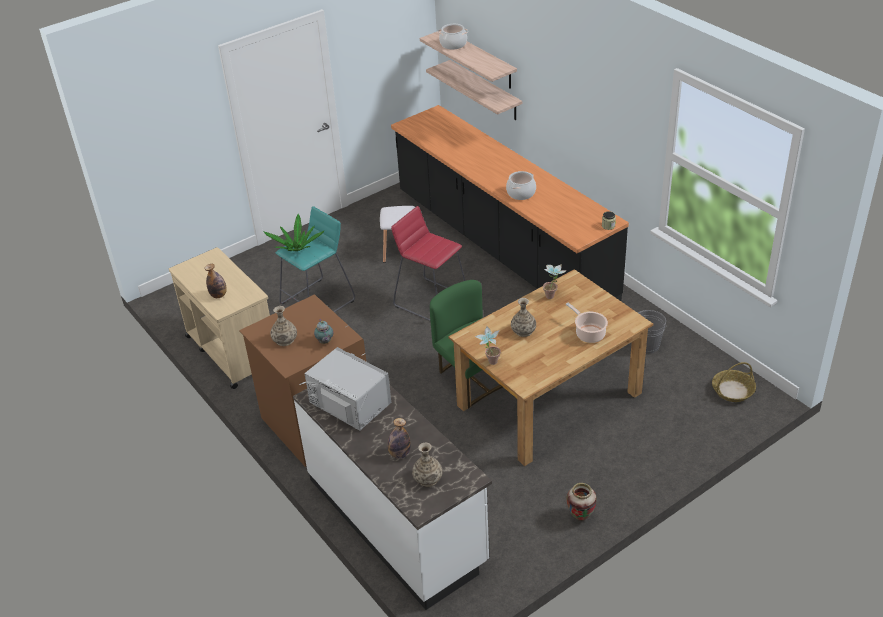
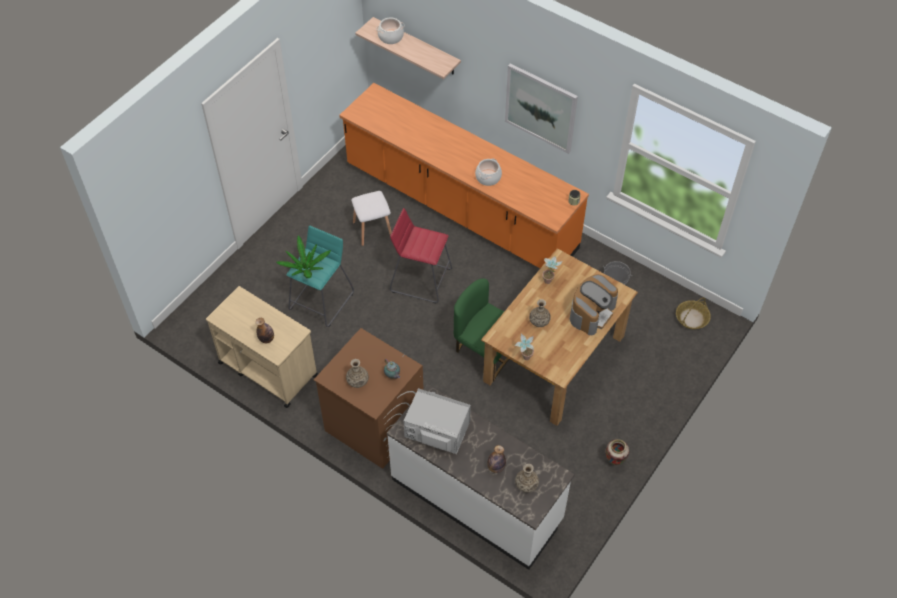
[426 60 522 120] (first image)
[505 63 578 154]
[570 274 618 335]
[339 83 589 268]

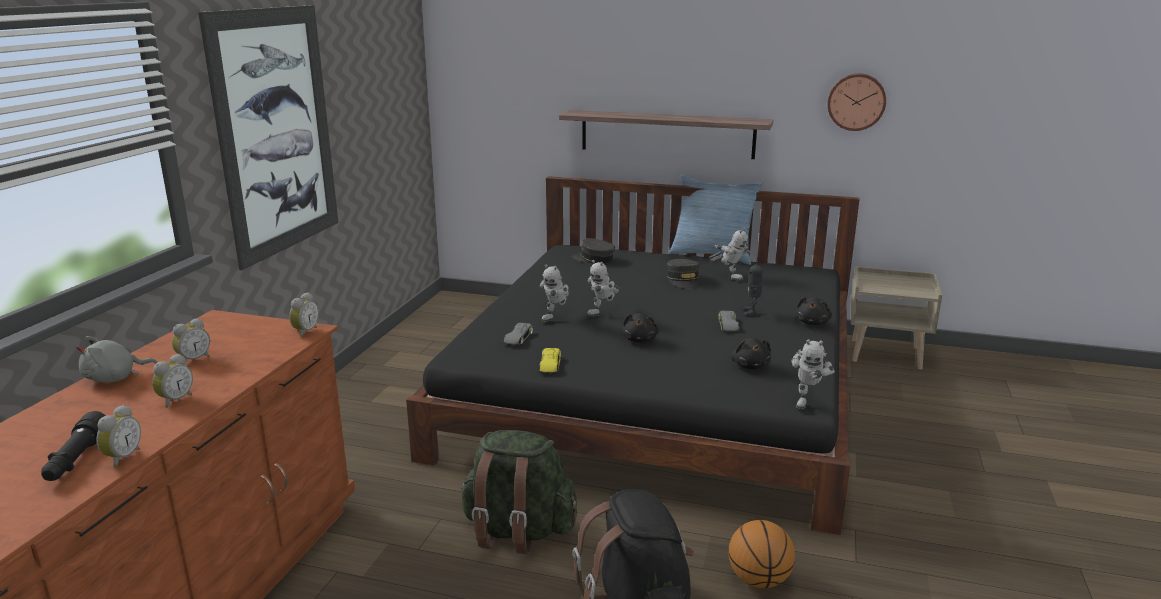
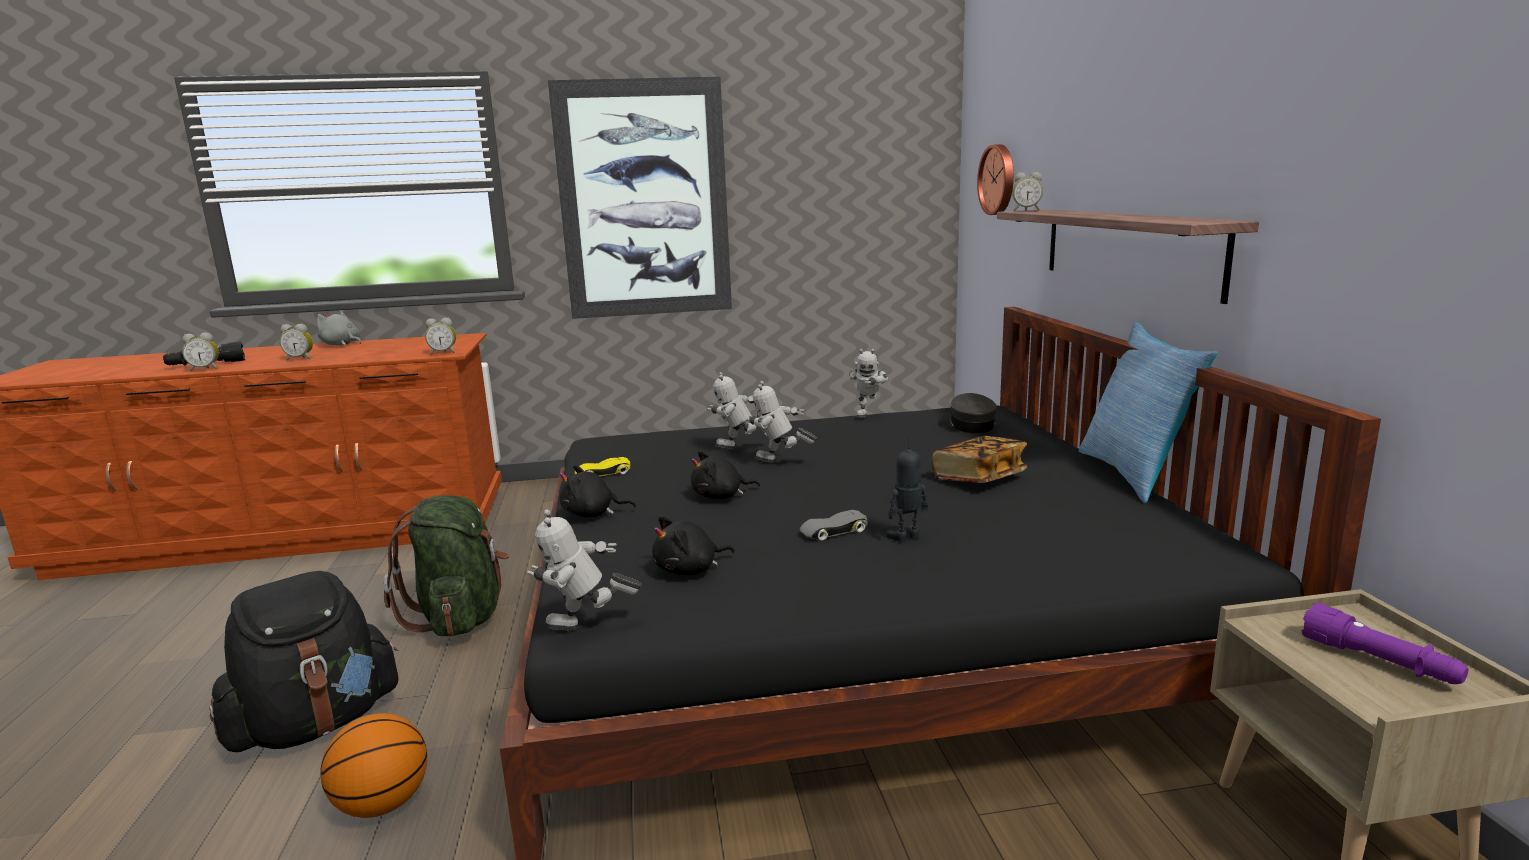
[504 323 533 345] (first image)
[1301 602 1468 684]
[1012 172 1043 211]
[849 349 889 418]
[560 465 636 517]
[977 144 1014 215]
[932 436 1028 483]

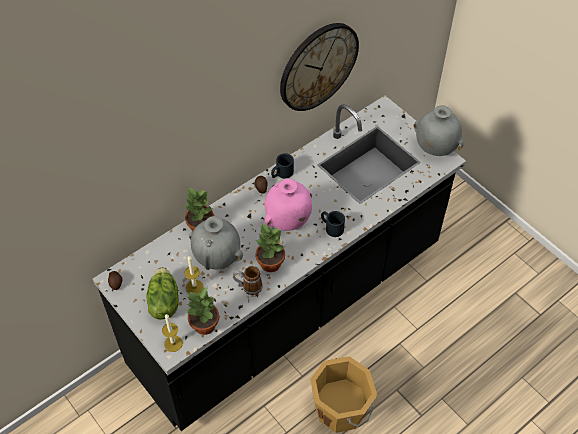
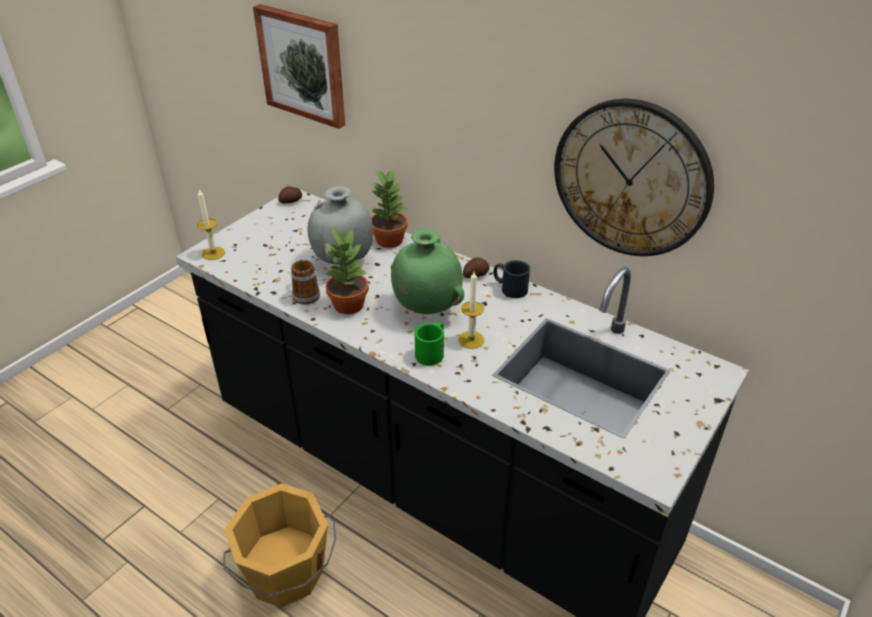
[146 267 178 319] (first image)
[185 288 219 335] (first image)
[413 105 464 156] (first image)
[253 4 345 129]
[458 272 484 349]
[391 229 464 314]
[414 322 444 366]

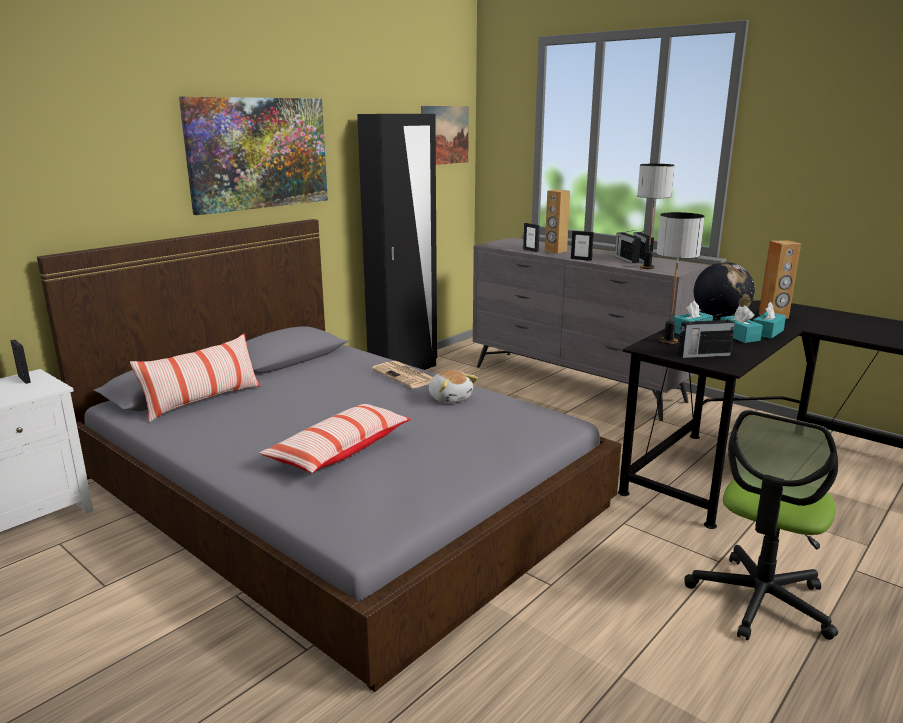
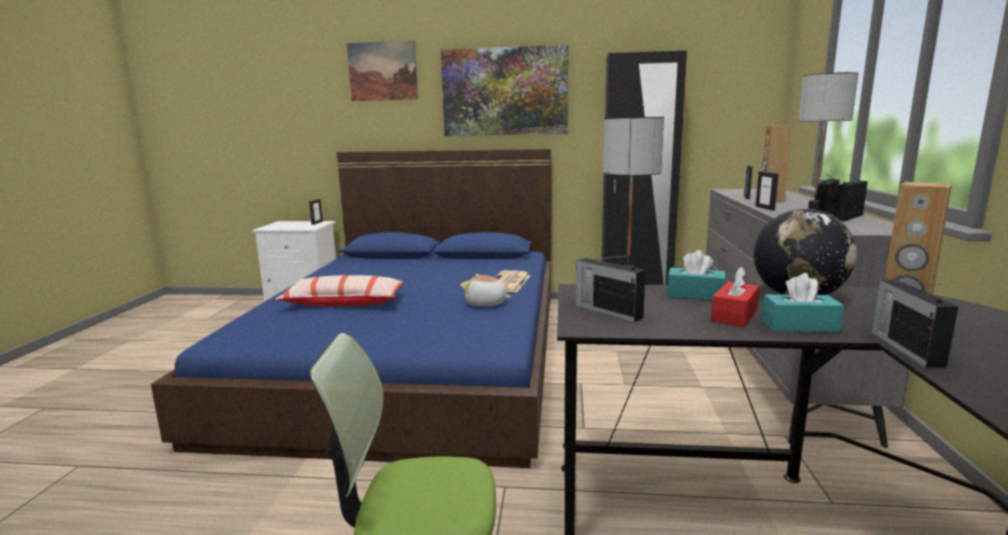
[130 334 261 422] (first image)
[872 280 958 368]
[347 41 418 101]
[151 149 551 468]
[711 266 759 327]
[460 274 511 306]

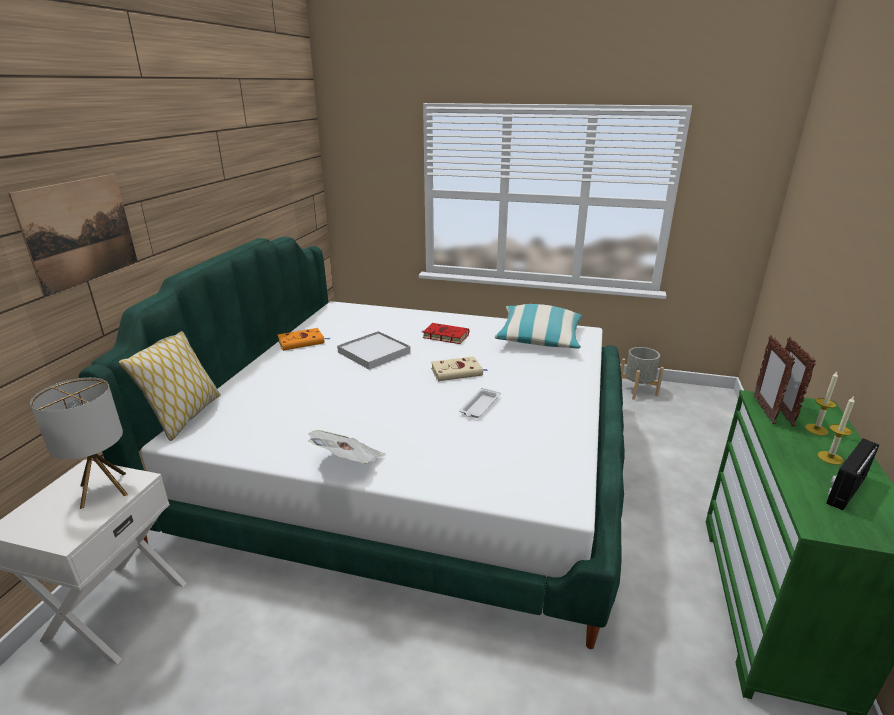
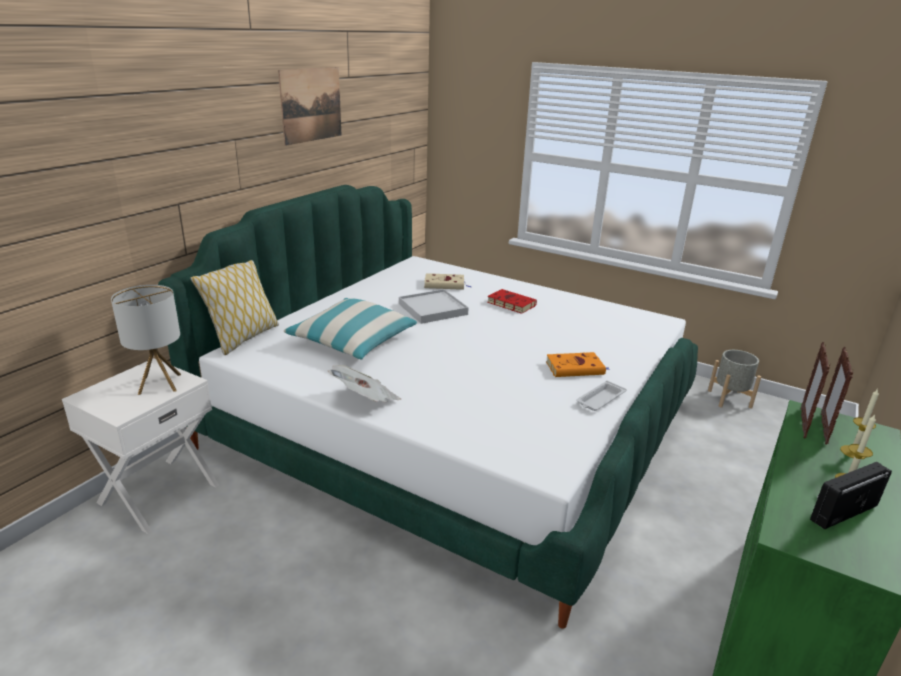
[278 67 342 146]
[546 352 609 377]
[424 273 471 290]
[576 381 627 411]
[284 298 417 359]

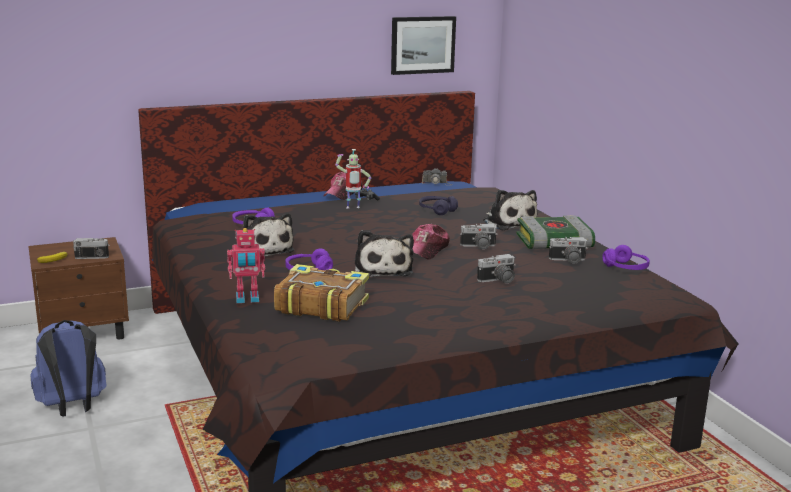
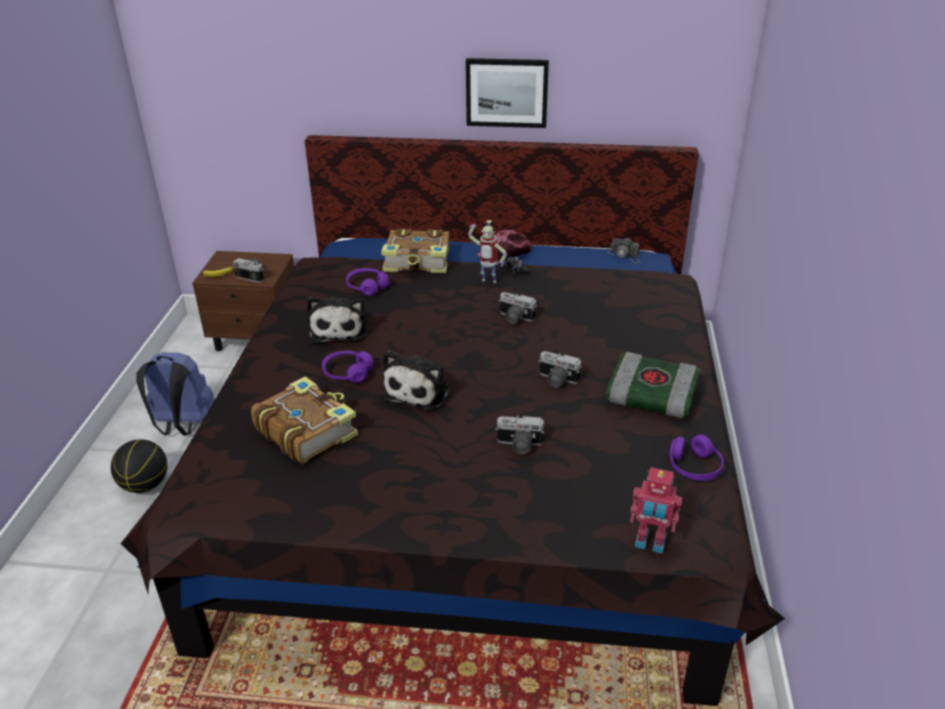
[412 224 450 260] (first image)
[419 196 458 215] (first image)
[484 190 538 230] (first image)
[111 439 167 493]
[381 228 449 273]
[630 467 682 554]
[466 58 549 128]
[499 292 536 324]

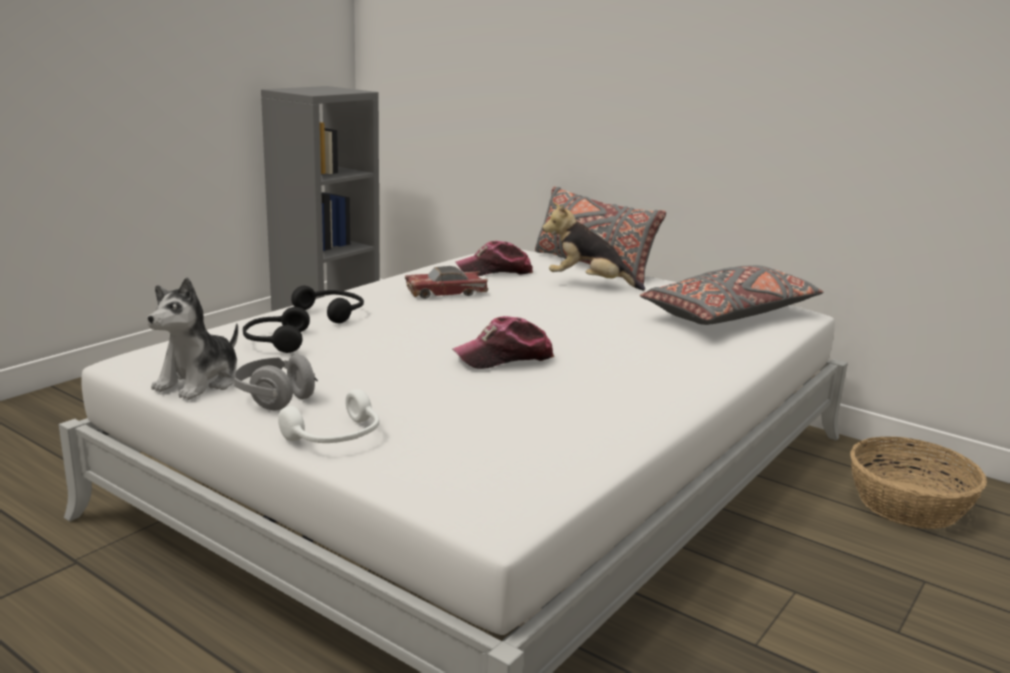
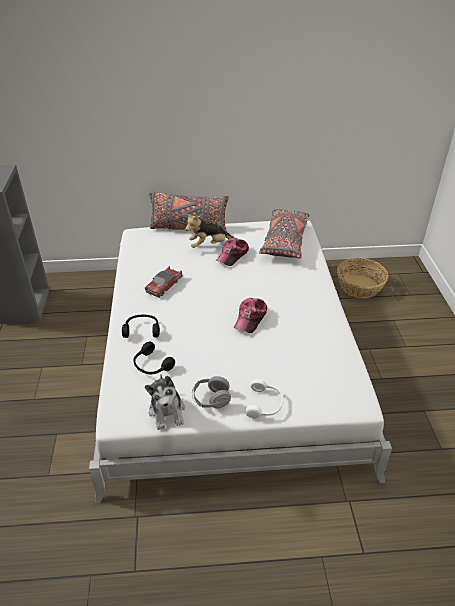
[216 238 249 266]

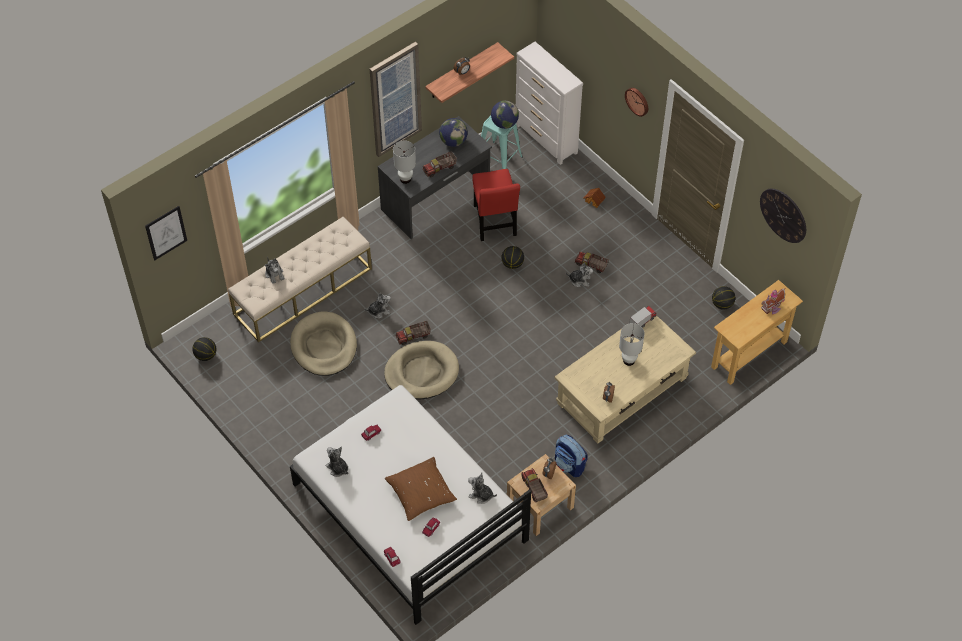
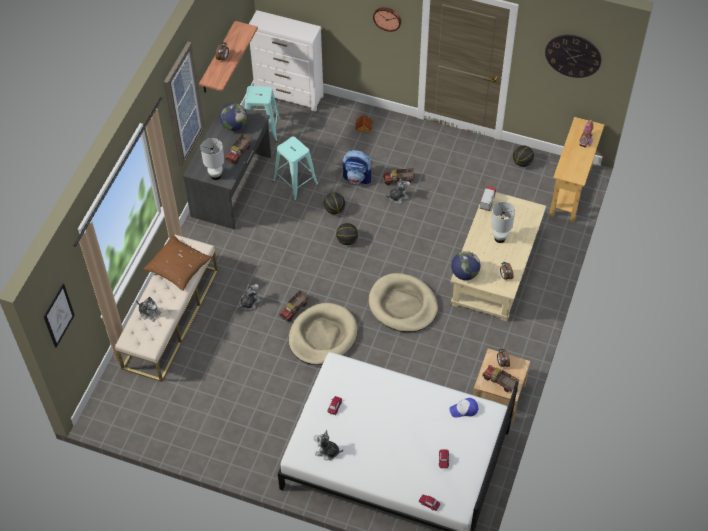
[336 223 358 245]
[369 273 438 332]
[144 235 212 291]
[451 251 481 280]
[343 150 373 184]
[449 398 478 418]
[273 136 319 201]

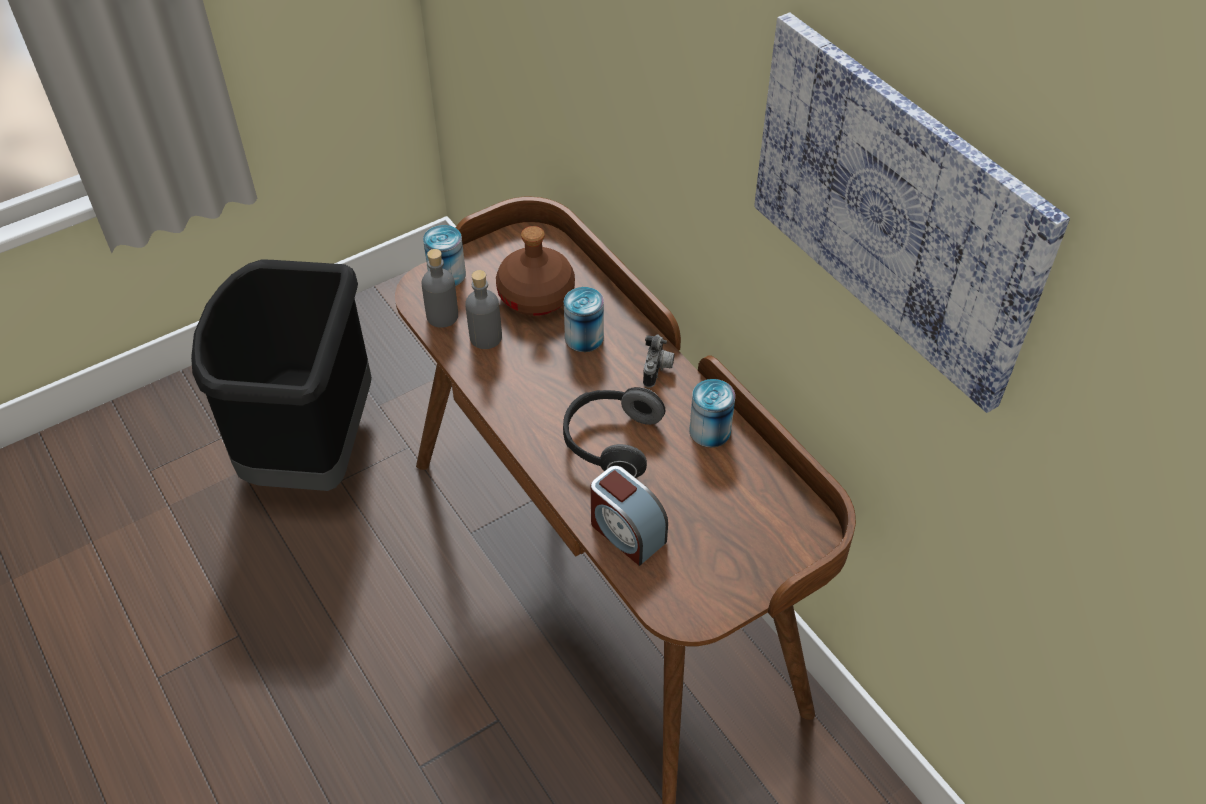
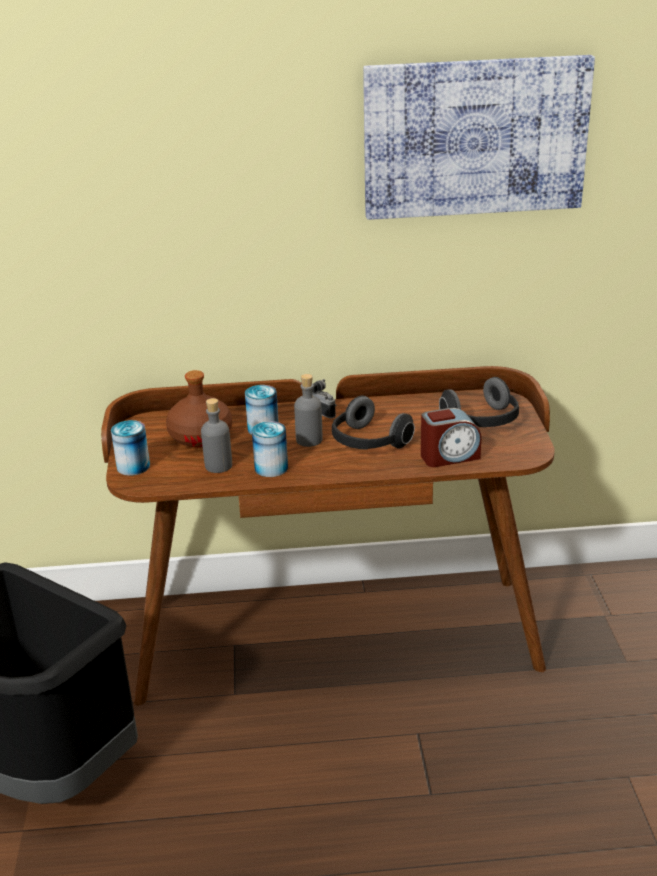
[439 377 519 427]
[294 374 322 447]
[252 421 288 477]

